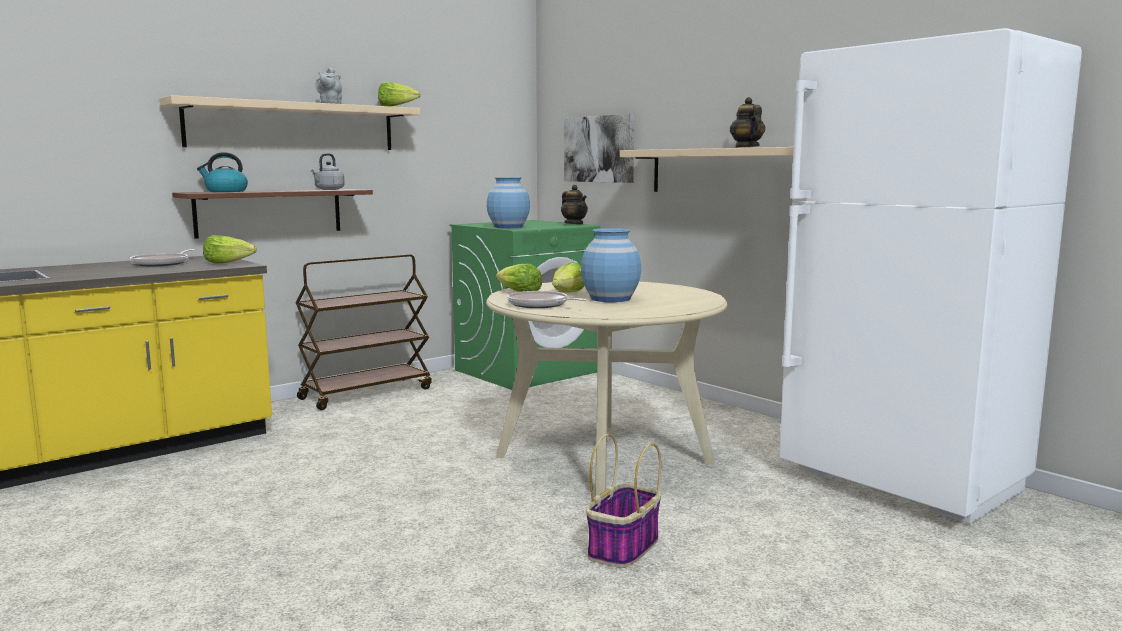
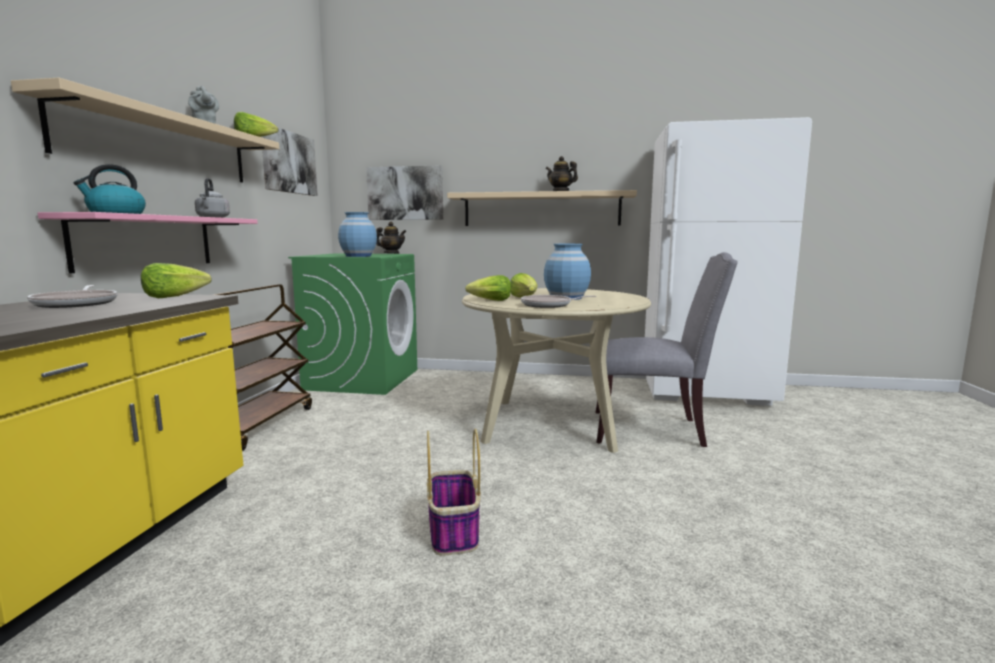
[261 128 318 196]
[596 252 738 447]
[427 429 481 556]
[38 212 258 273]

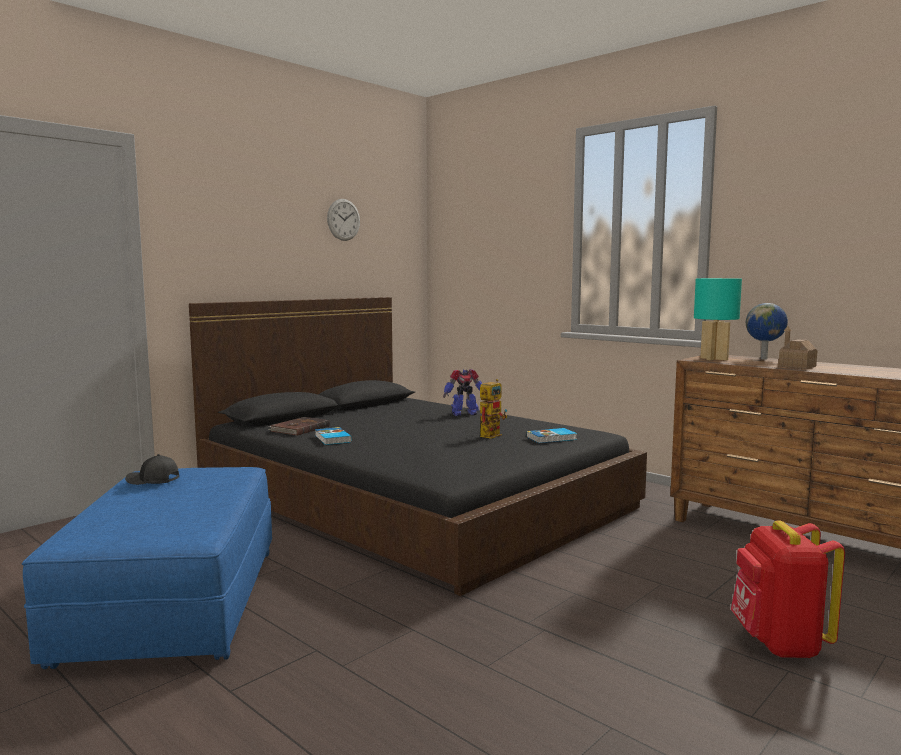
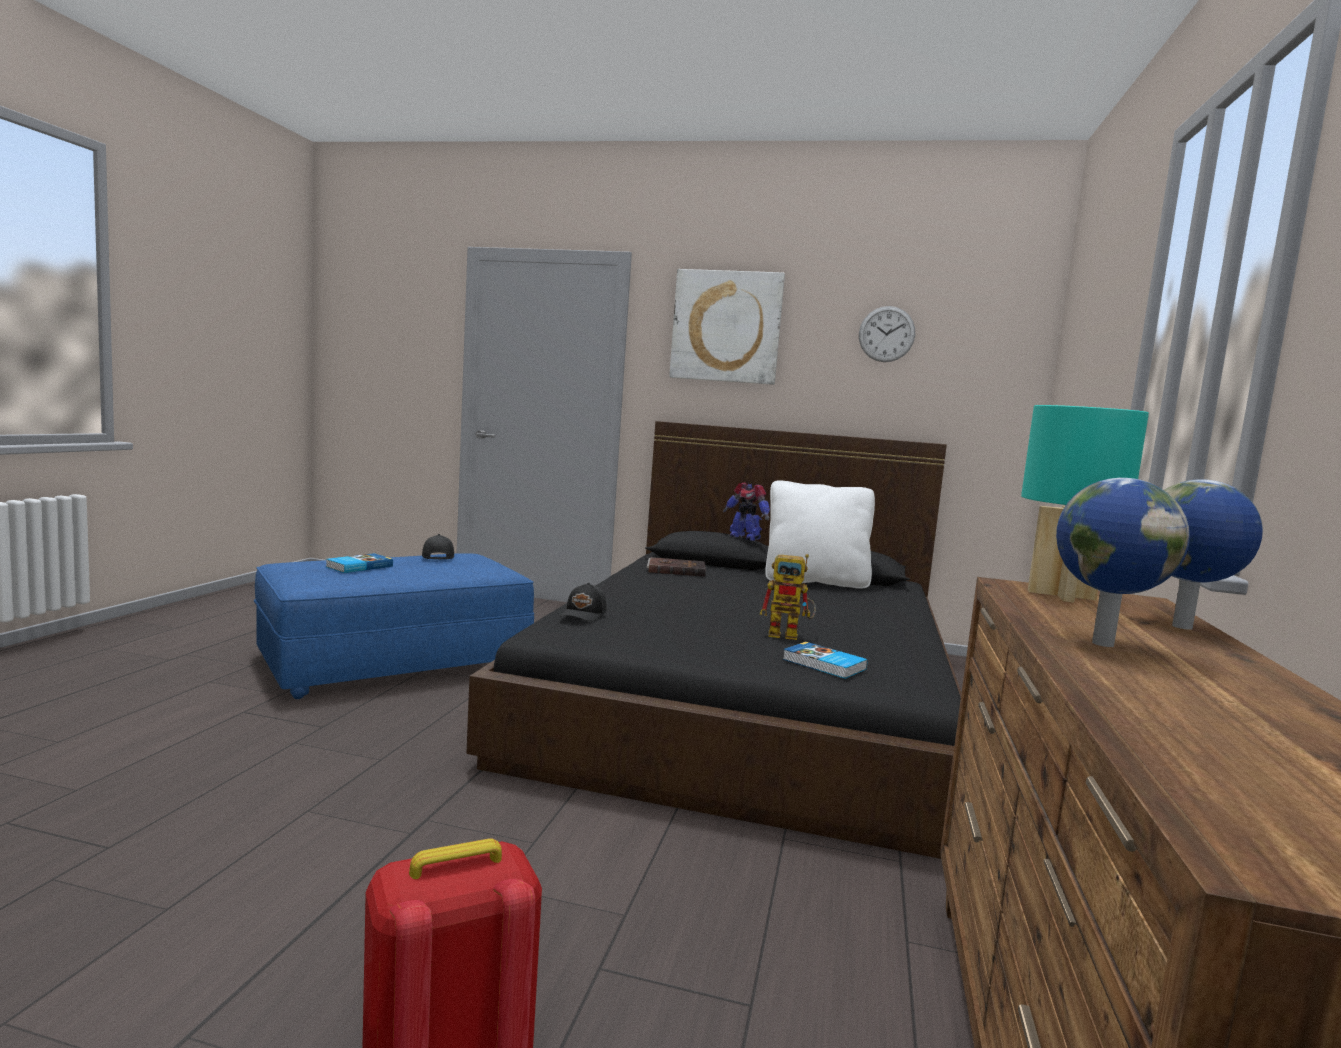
[560 583 607 621]
[669 269 785 385]
[765 480 875 589]
[326 553 393 573]
[723 483 770 541]
[1056 478 1190 647]

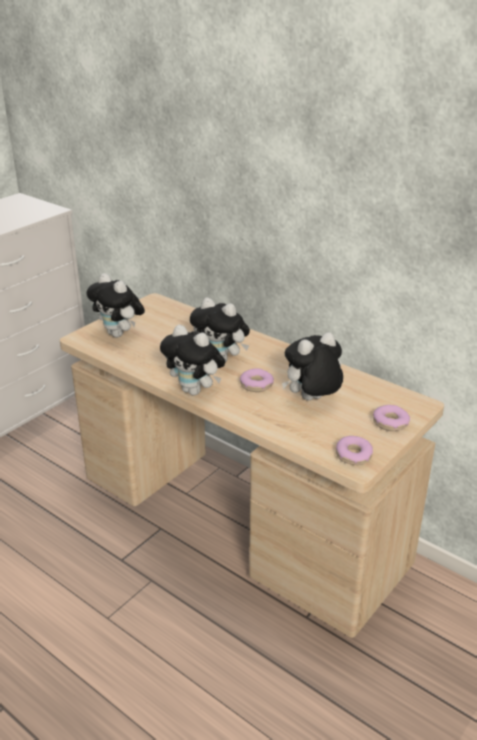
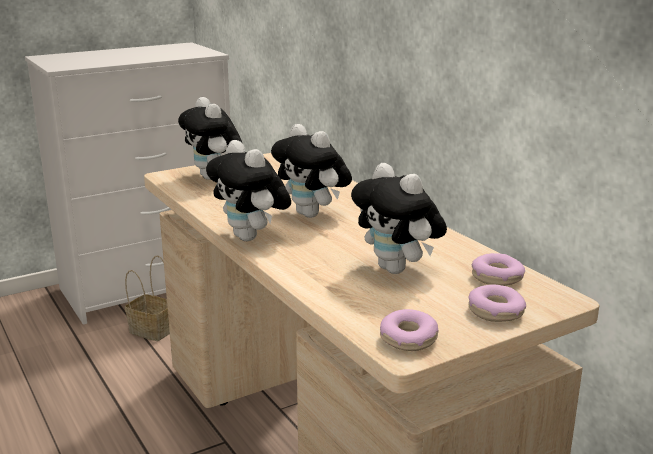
[125 255 170 341]
[472 253 525 286]
[351 163 447 274]

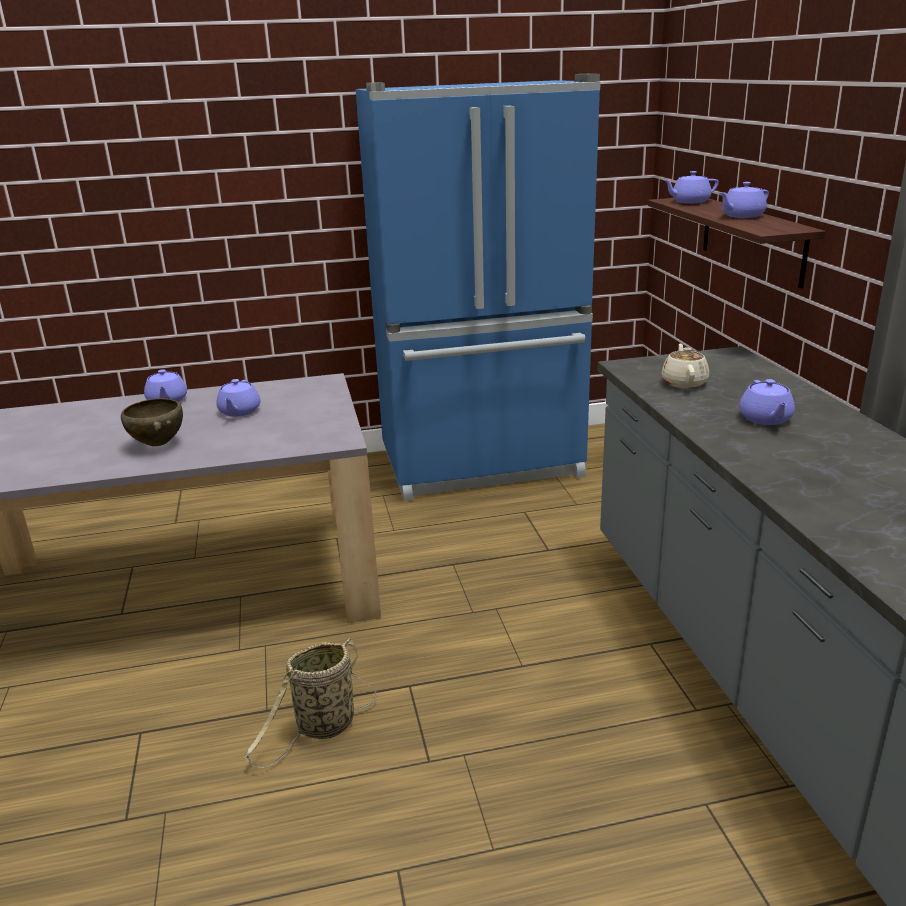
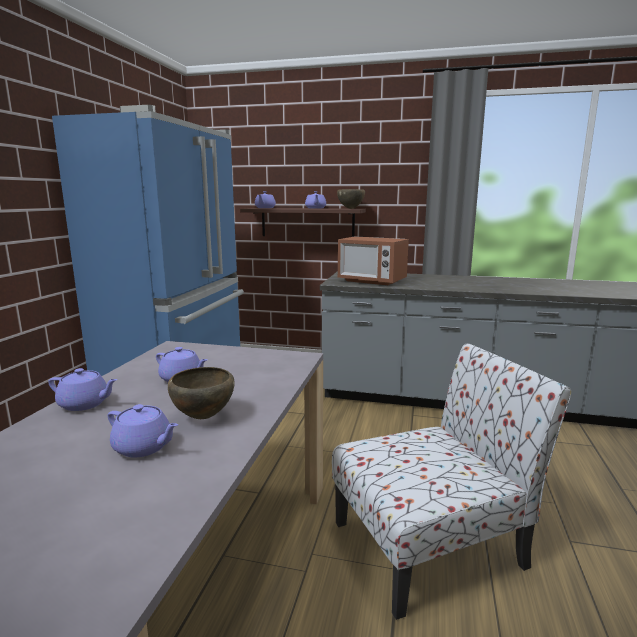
[337 189 365 209]
[108 404 178 457]
[332 343 571 620]
[338 236 409 285]

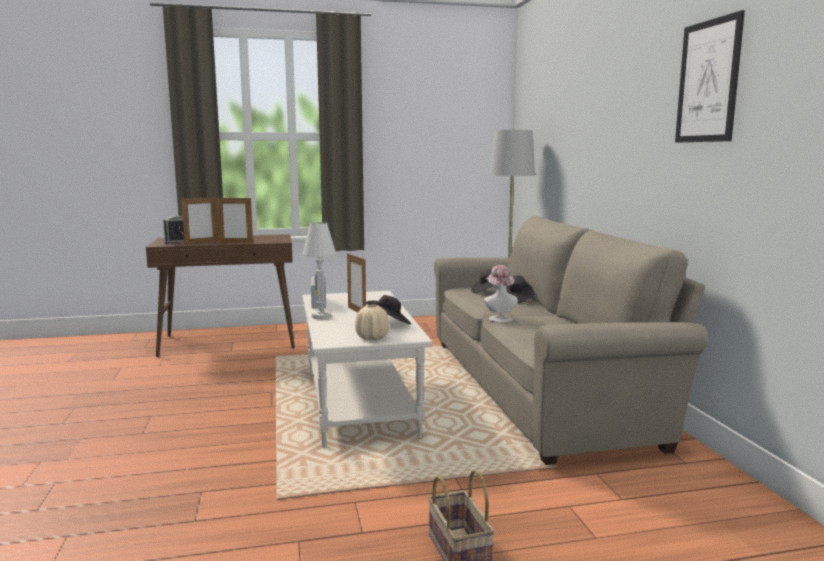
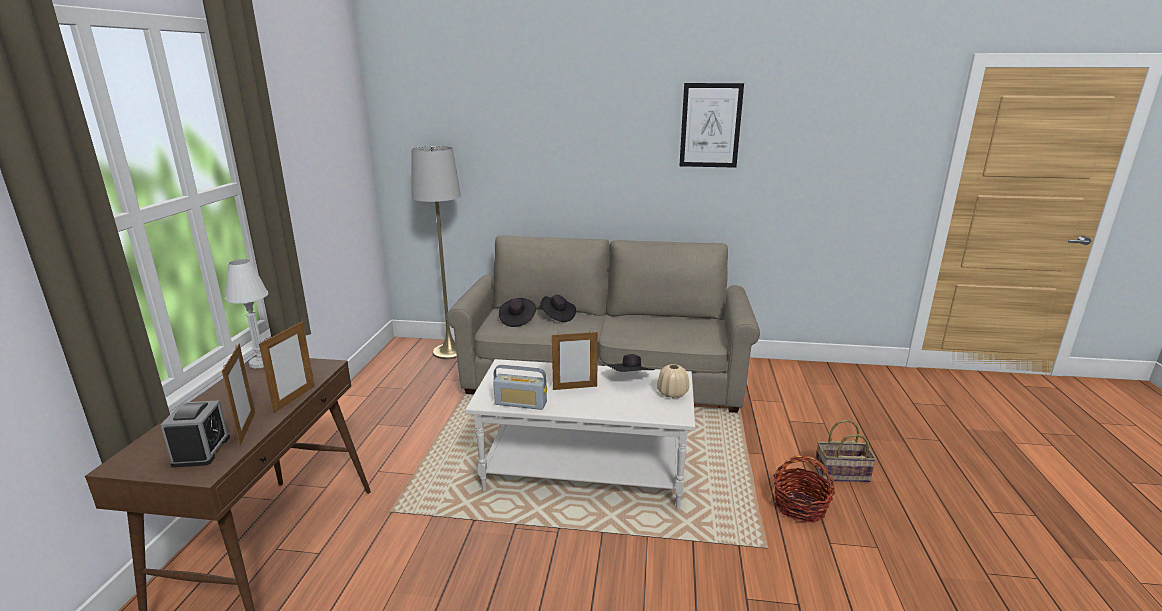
[484 265 518 323] (first image)
[773 455 835 523]
[225 259 268 368]

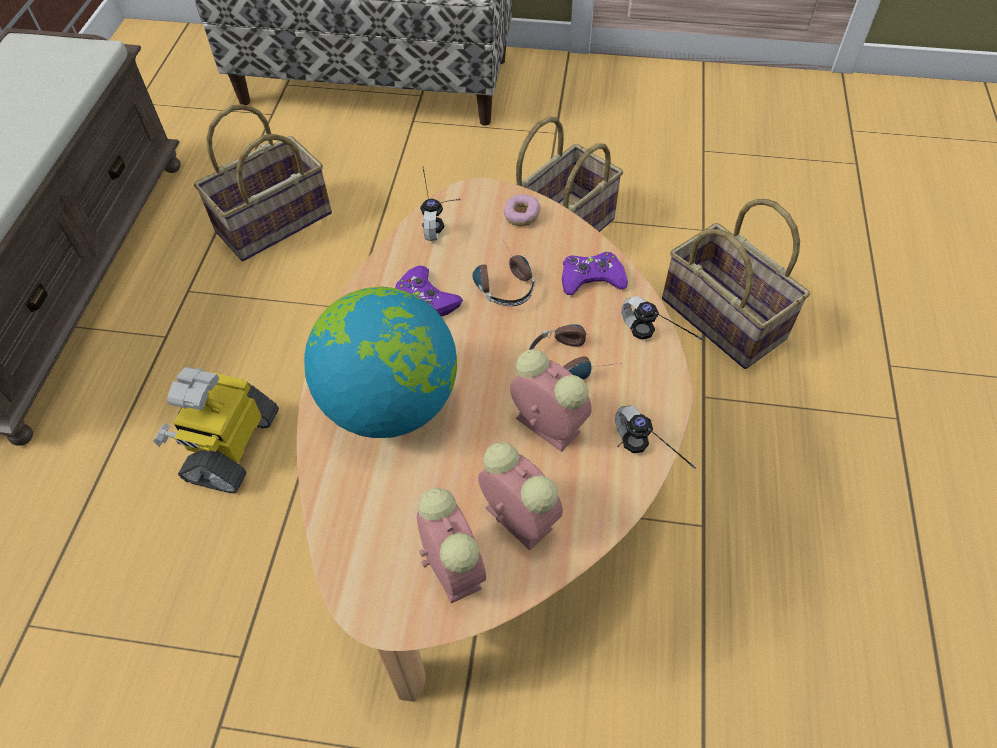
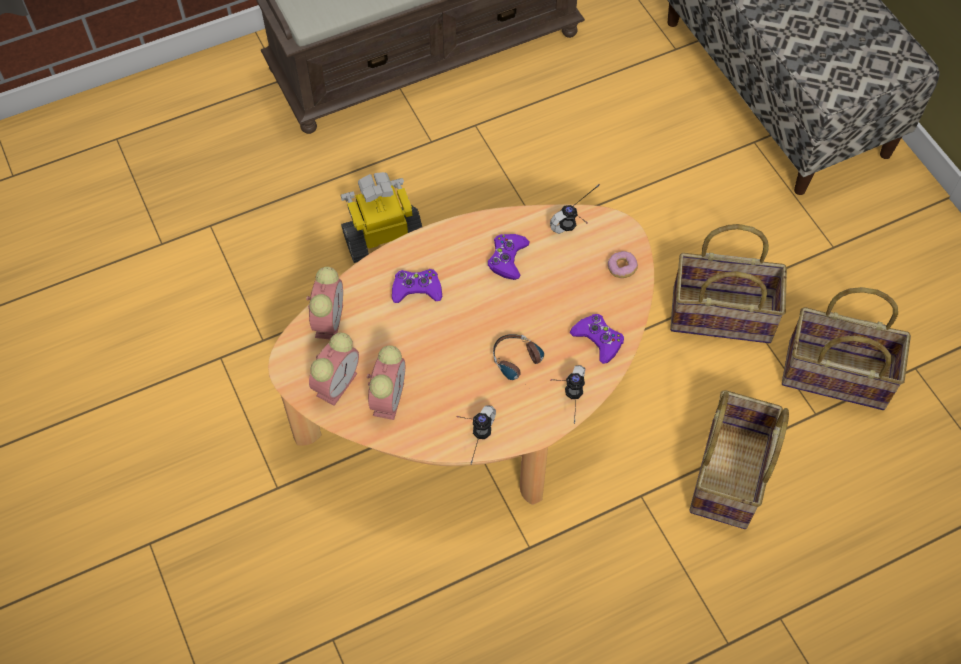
[472 244 535 306] (first image)
[782 287 911 410]
[306 267 343 340]
[392 269 442 303]

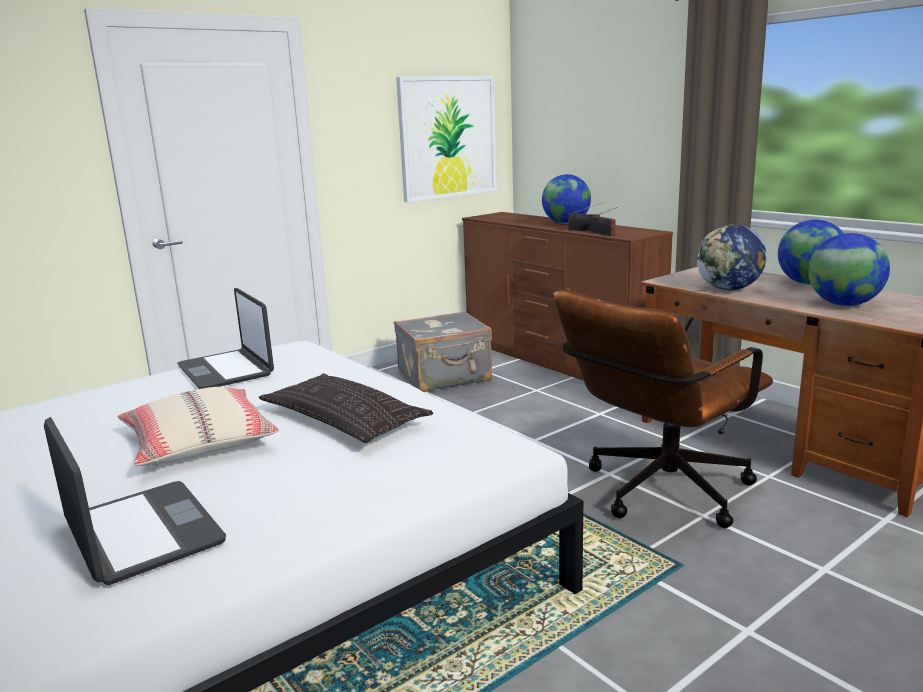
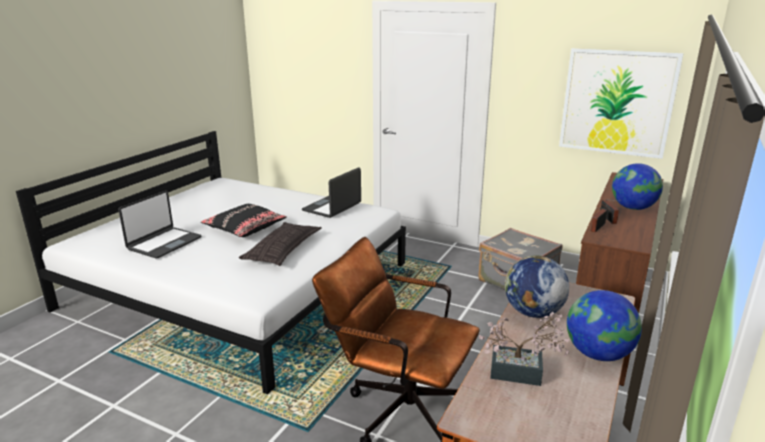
[479 312 569 386]
[201 204 287 237]

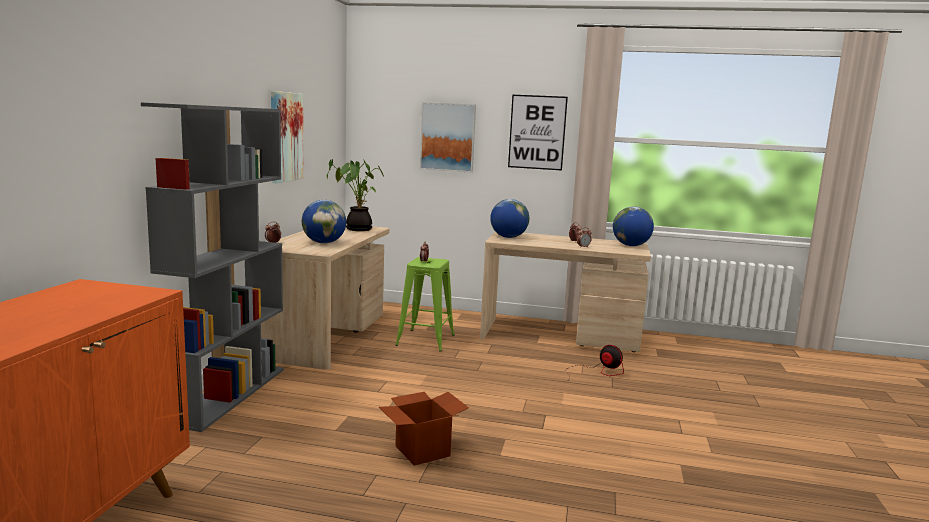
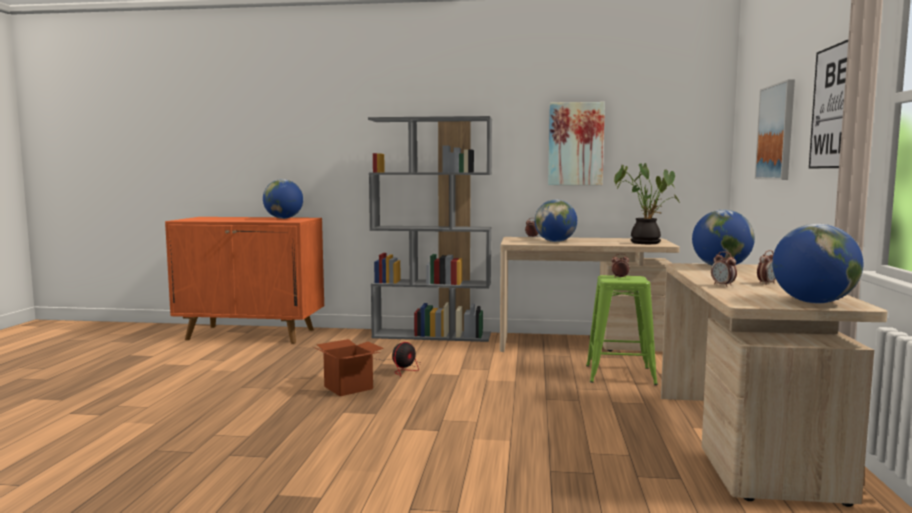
[263 179 303 219]
[377 342 422 376]

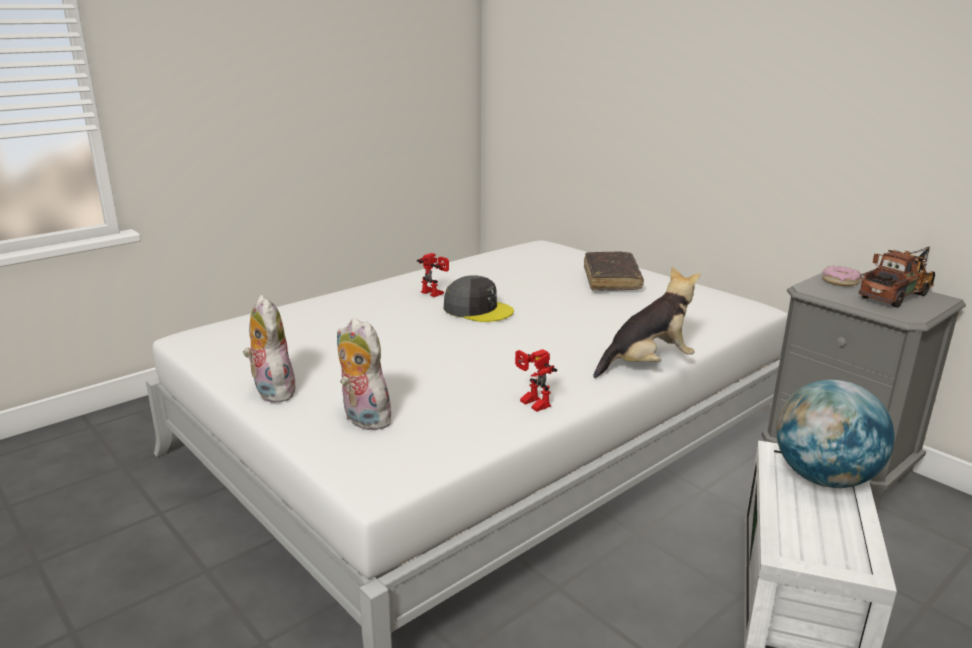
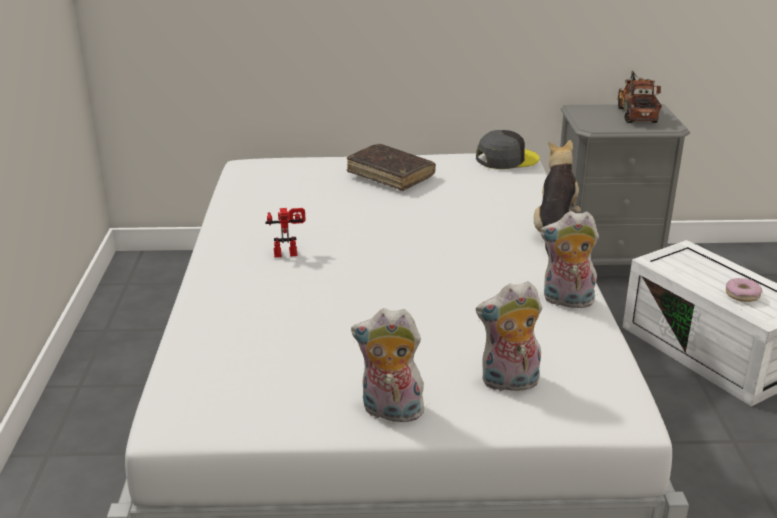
[776 379 894 488] (first image)
[476 130 539 169]
[726 278 762 302]
[540 211 599 308]

